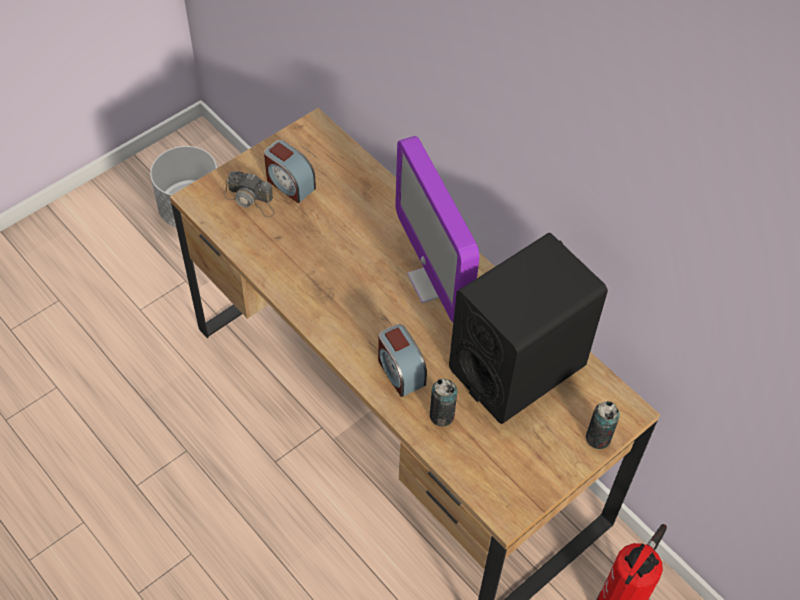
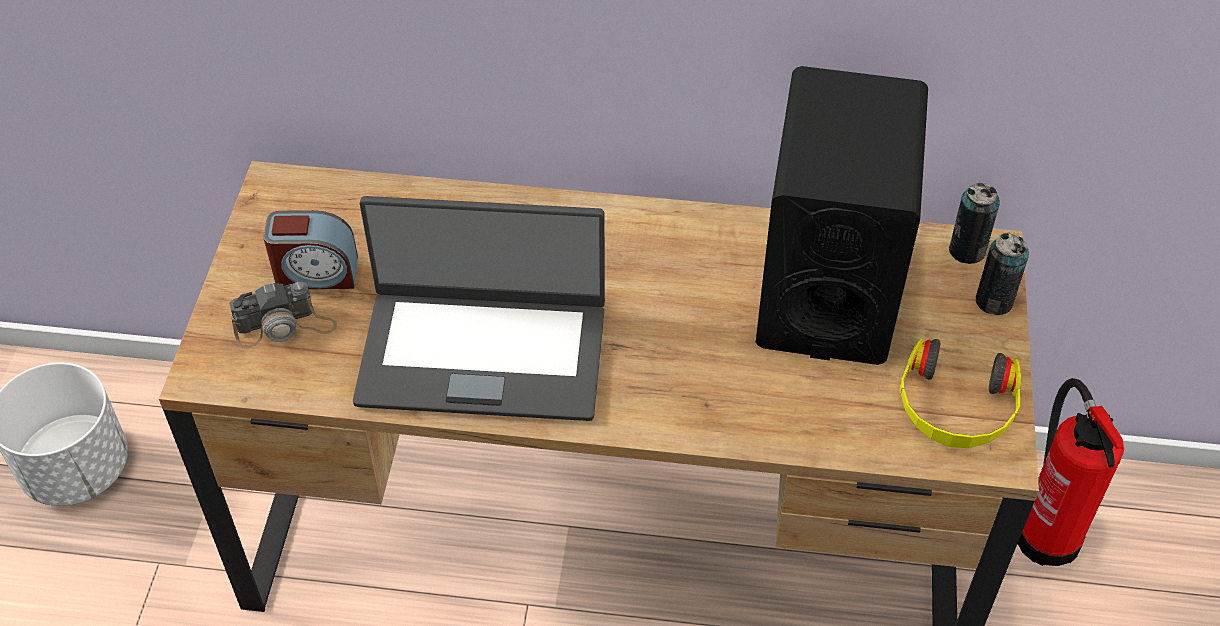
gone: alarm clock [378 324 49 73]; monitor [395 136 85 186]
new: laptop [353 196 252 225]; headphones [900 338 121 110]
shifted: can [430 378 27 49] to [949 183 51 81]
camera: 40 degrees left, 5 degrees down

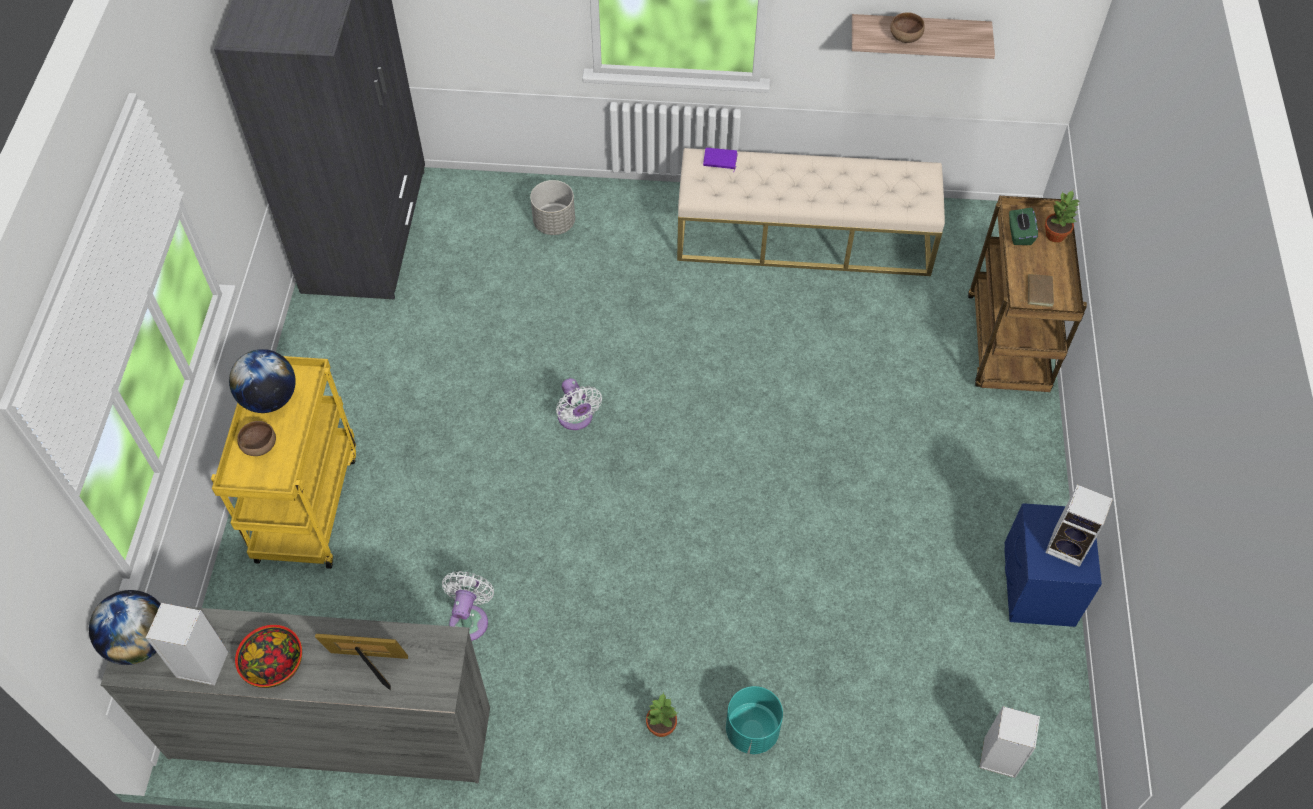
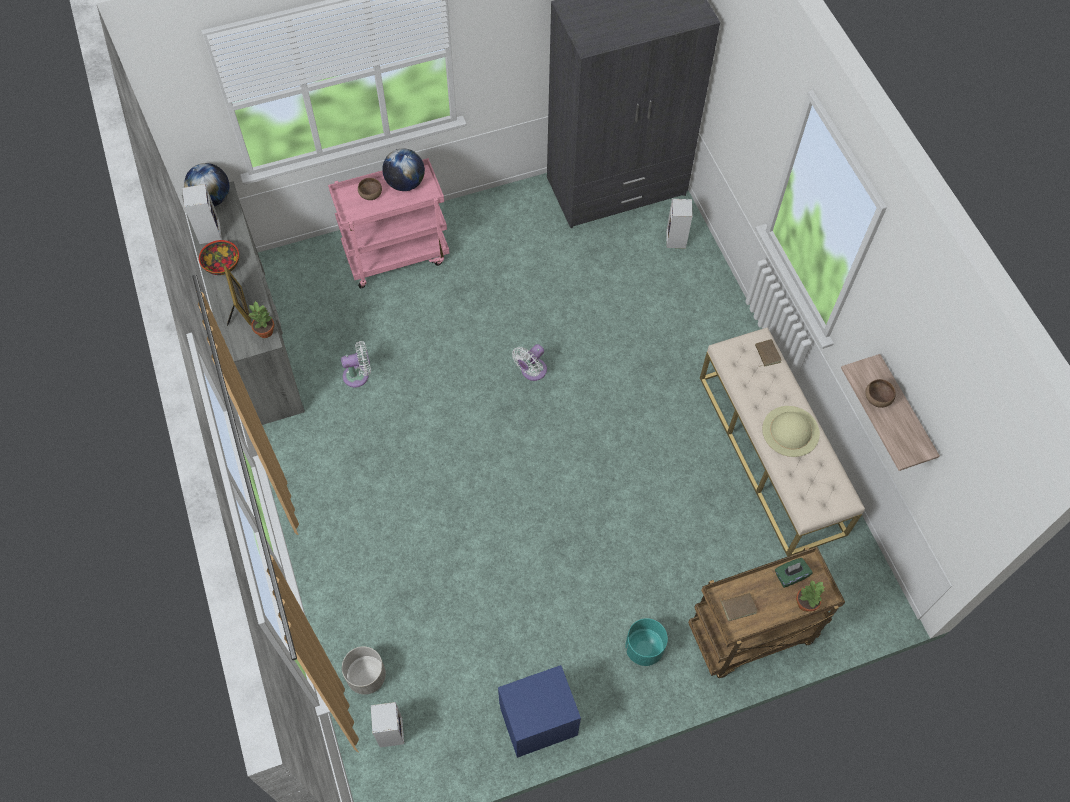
new: beige hat [762 406 58 51]
shifted: potted plant [646 693 33 44] to [249 301 25 37]; grey planter [530 180 45 55] to [342 646 44 49]; turquoise planter [726 686 57 68] to [625 618 43 48]; speaker [1045 485 68 82] to [666 199 27 50]
repainted: yellow cart [211 356 145 213] to pink cart [328 158 122 130]; purple book [703 148 35 25] to brown book [755 339 27 28]
camera: 65 degrees right, 5 degrees up

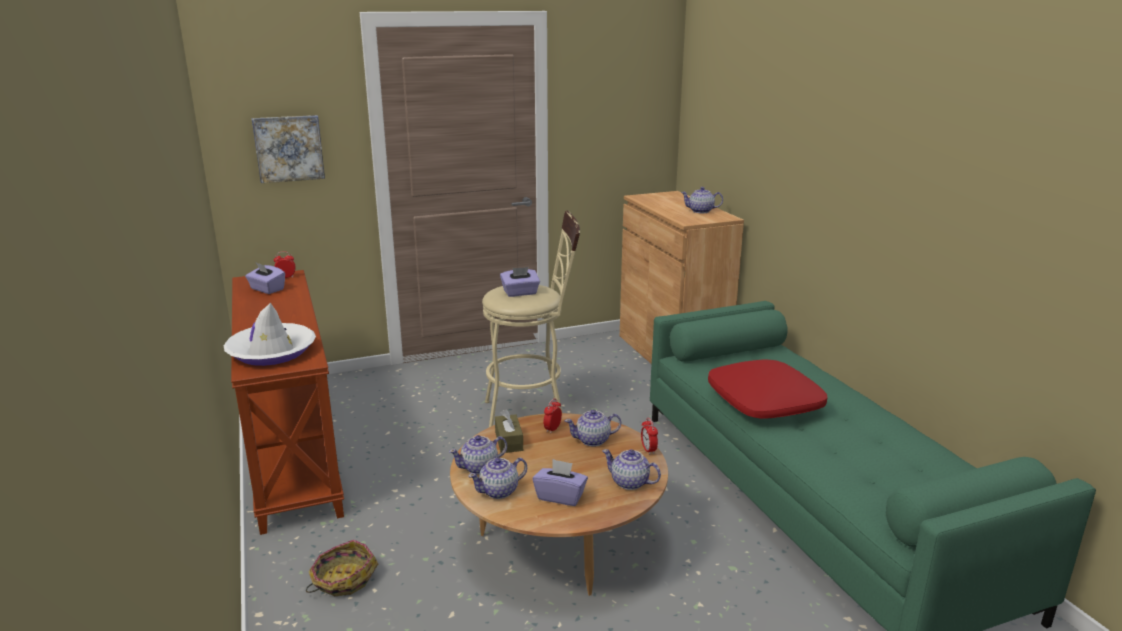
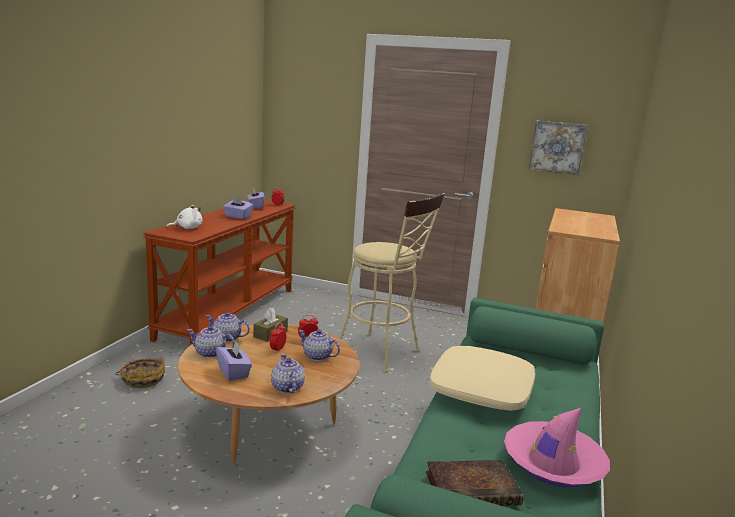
gone: teapot [681 187 42 26]
new: book [426 460 98 46]; pink hat [504 408 106 79]
shifted: purple tissue box [500 267 40 30] to [223 197 30 22]; alarm clock [641 418 17 37] to [270 323 16 30]; picture [252 115 73 68] to [529 121 58 54]
swapped: white hat [224 303 92 63] to white plush toy [166 205 36 24]
repainted: red pillow [708 359 119 60] to beige pillow [430 346 105 65]
camera: 40 degrees right, 5 degrees down

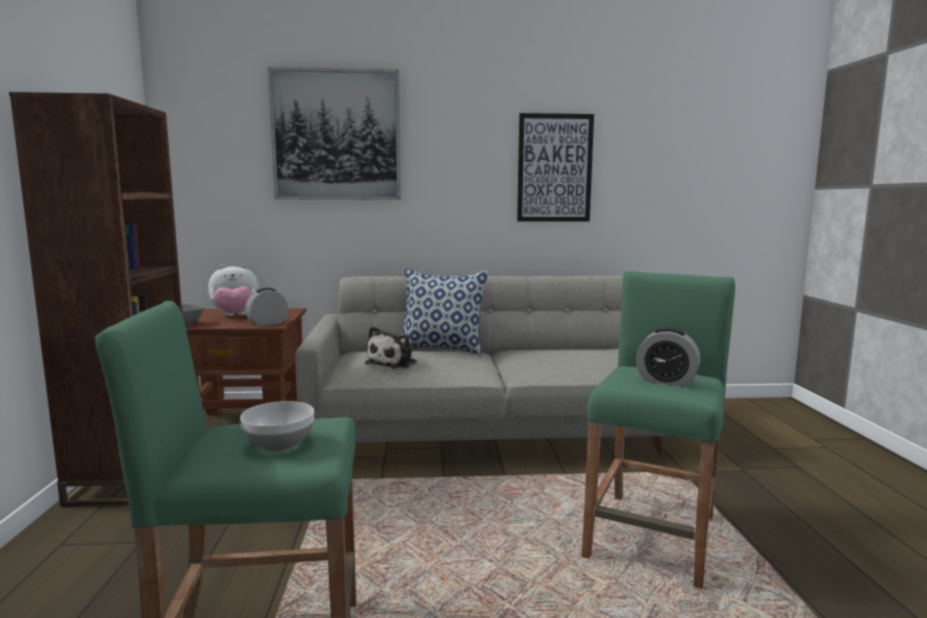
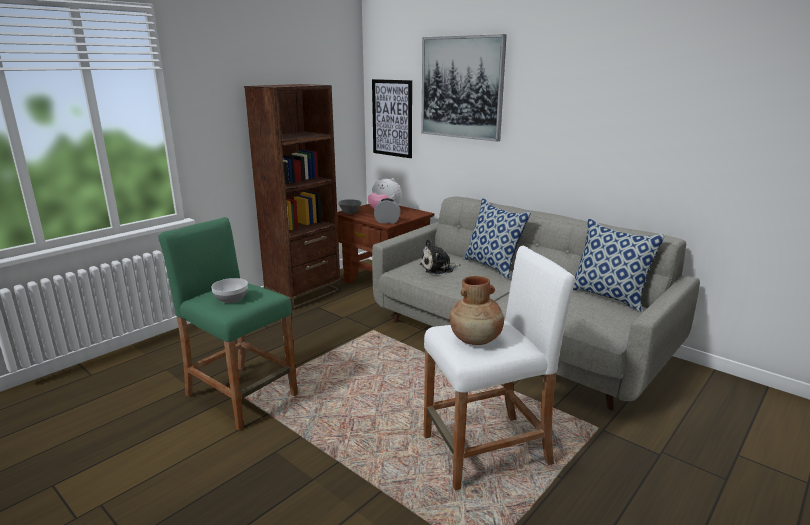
new: pillow [573 219 92 93]
shifted: picture [517 113 77 109] to [372 79 40 79]
swapped: alarm clock [636 327 64 60] to brown vase [450 276 54 69]
repainted: green stool [582 271 153 318] to white stool [424 246 151 245]
camera: 45 degrees right, 10 degrees up

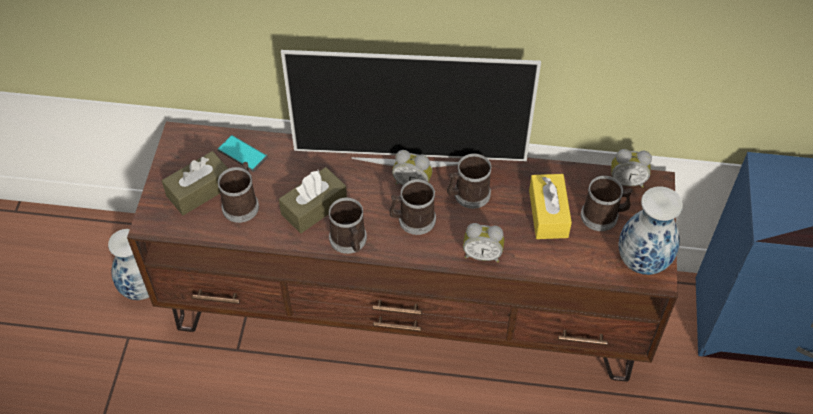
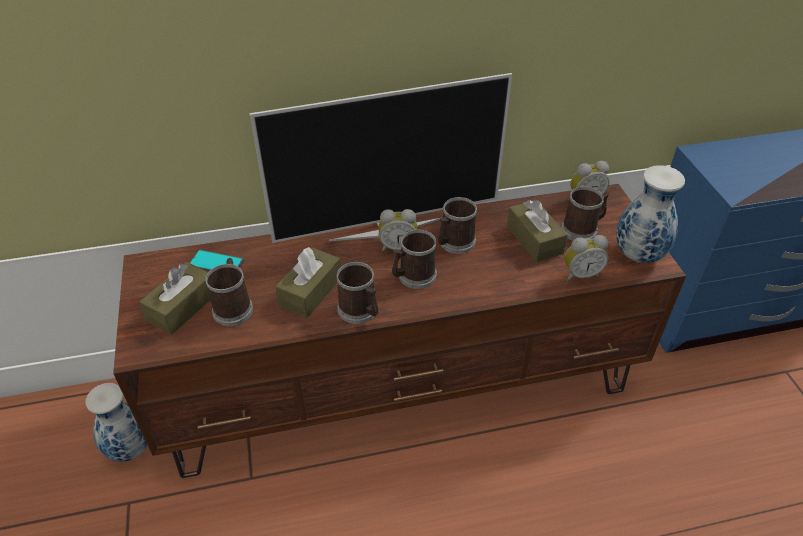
shifted: alarm clock [463 223 41 40] to [564 235 45 46]
repainted: yellow tissue box [529 174 43 65] to brown tissue box [507 200 61 63]
camera: 20 degrees left, 10 degrees down

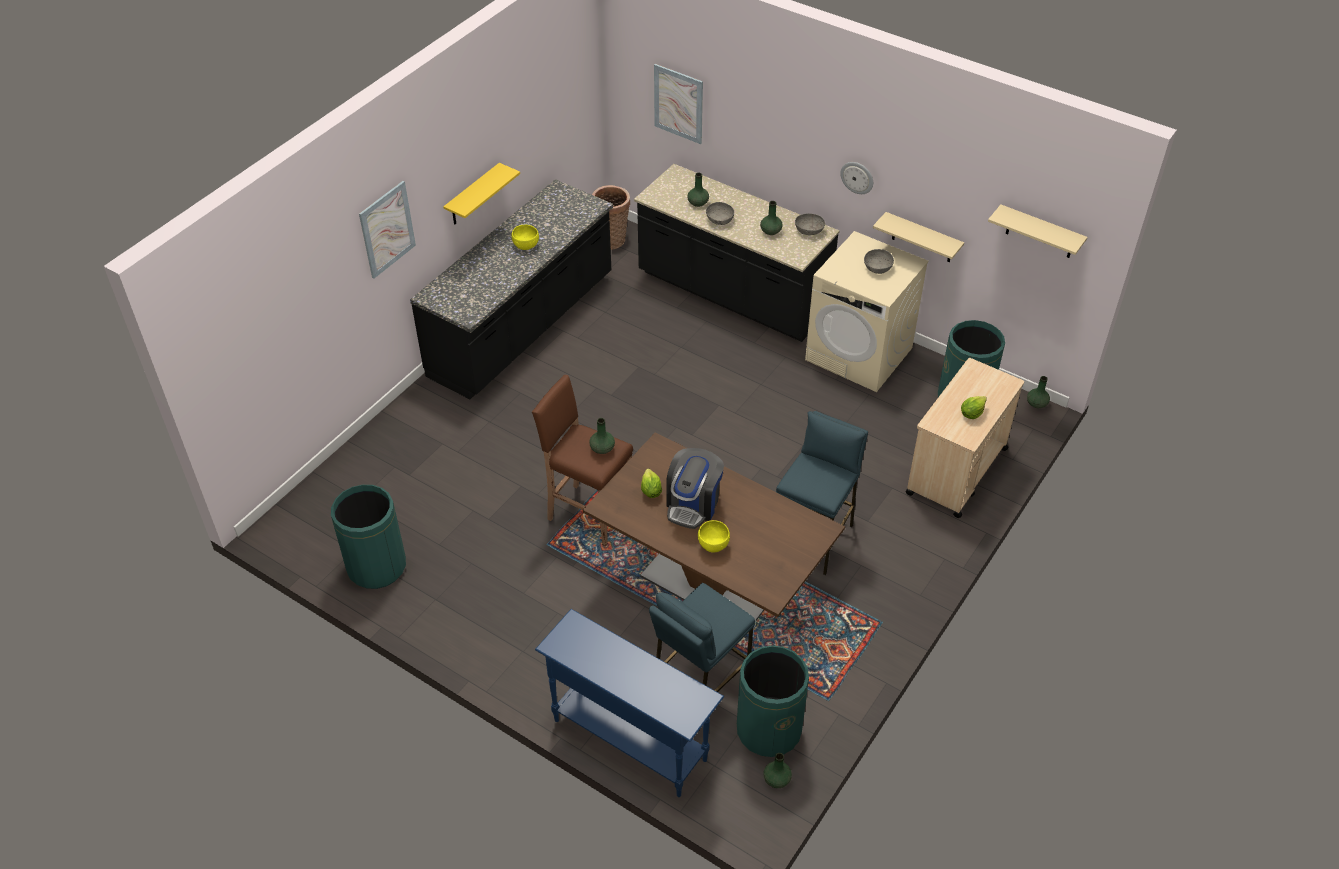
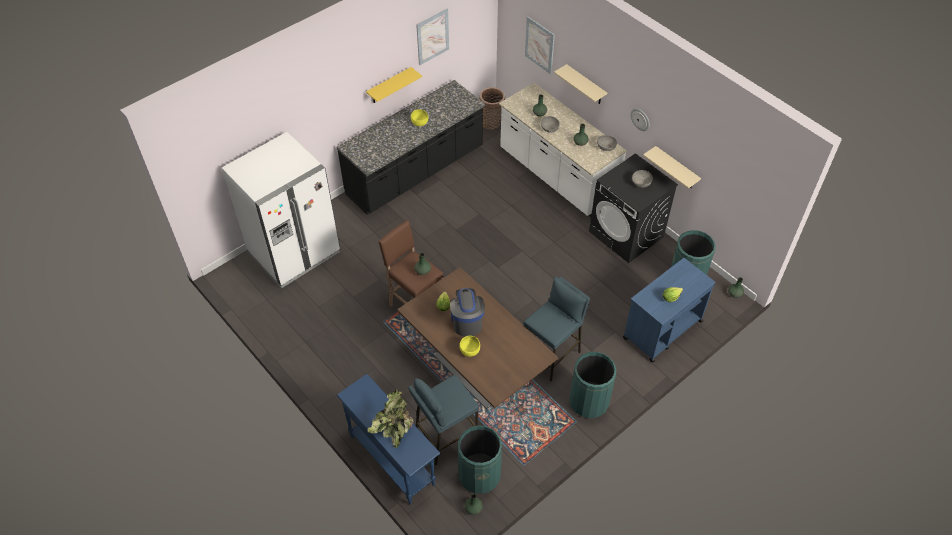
new: white fridge [222 132 118 156]; potted plant [368 389 45 59]
shifted: picture [359 181 57 98] to [416 9 33 56]; beige shelf [988 204 100 54] to [554 64 53 40]; green trash can [331 485 75 104] to [570 352 46 66]
repainted: black counter [634 164 206 178] to white counter [499 83 128 135]; beige washing machine [805 231 124 161] to black washing machine [589 153 89 110]; beige cart [906 358 119 160] to blue cart [623 258 92 104]
rotated: coffee machine [666 448 58 81] = [450 288 35 49] 135 degrees clockwise
camera: 15 degrees right, 5 degrees up

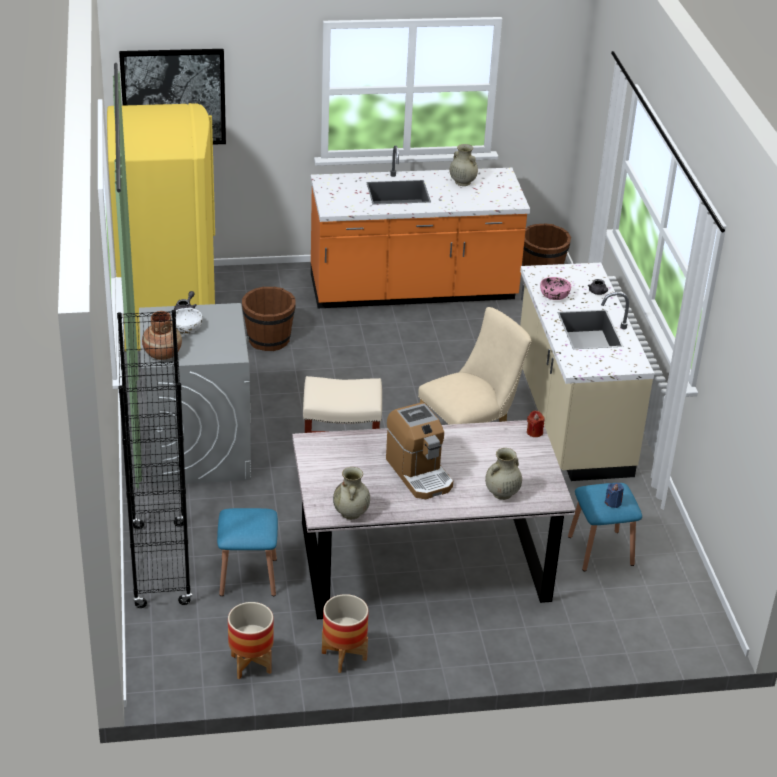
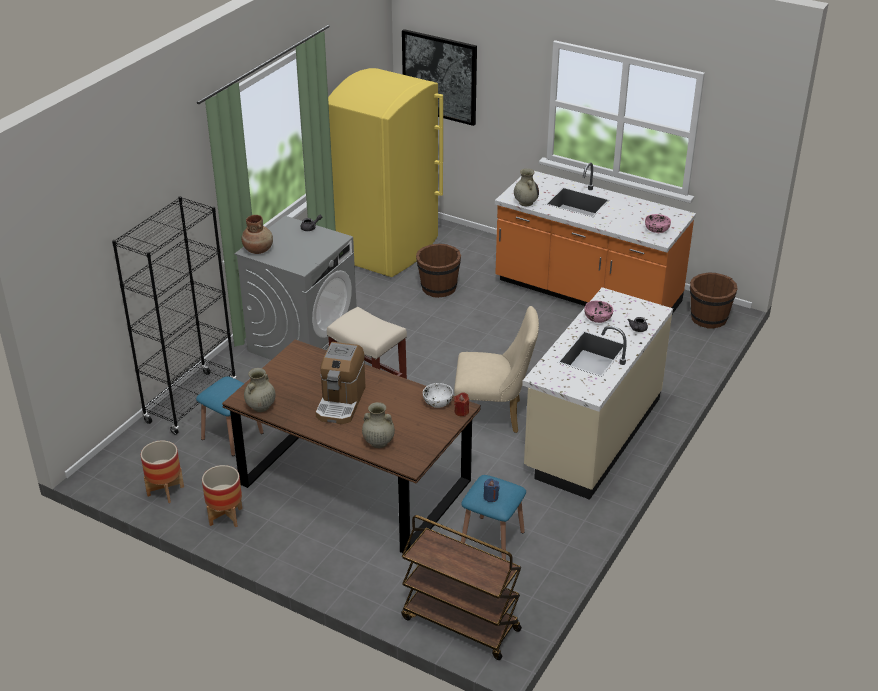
new: brown cart [401 515 121 145]; pink bowl [645 214 26 19]
shifted: white bowl [170 308 32 26] to [423 383 30 25]; beige vase [450 144 28 42] to [514 169 25 37]
repainted: grey dining table [292 420 283 199] to brown dining table [222 340 259 213]
camera: 40 degrees right, 0 degrees up

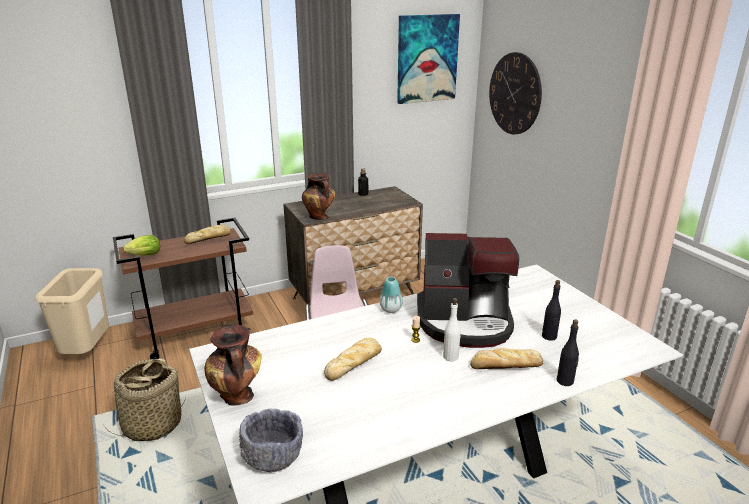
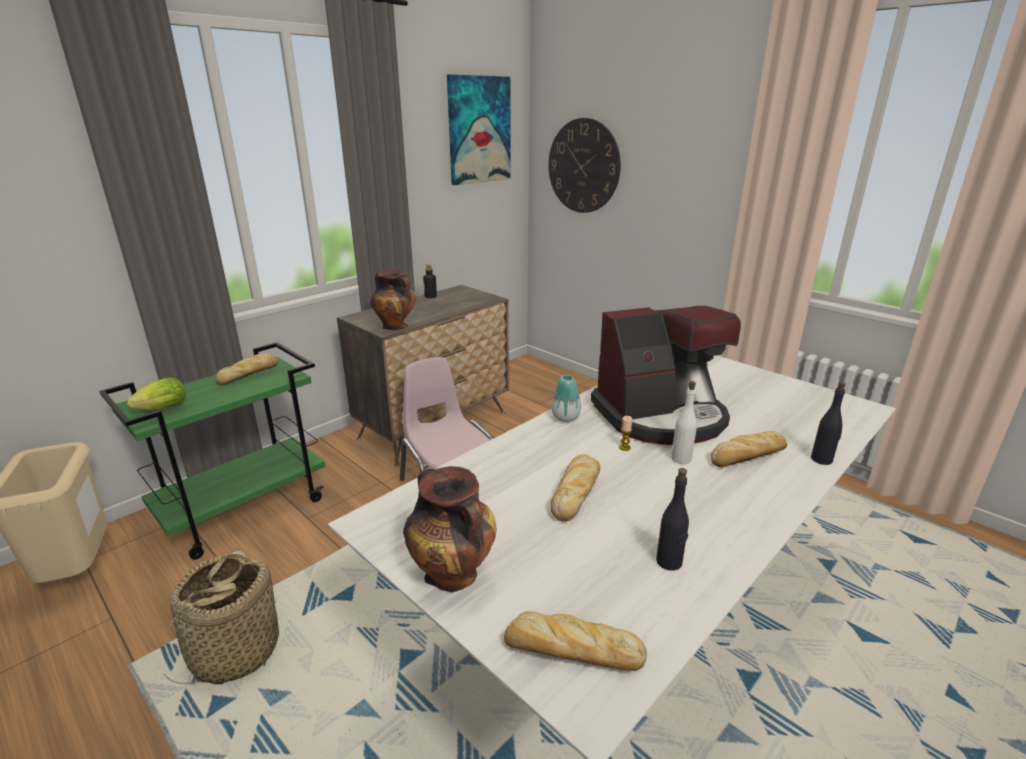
shifted: black bottle [542 280 19 61] to [656 468 33 103]
swapped: grey bowl [239 409 64 63] to bread [504 611 143 60]
repainted: brown cart [113 218 140 141] to green cart [99 342 226 218]
camera: 20 degrees left, 0 degrees up

